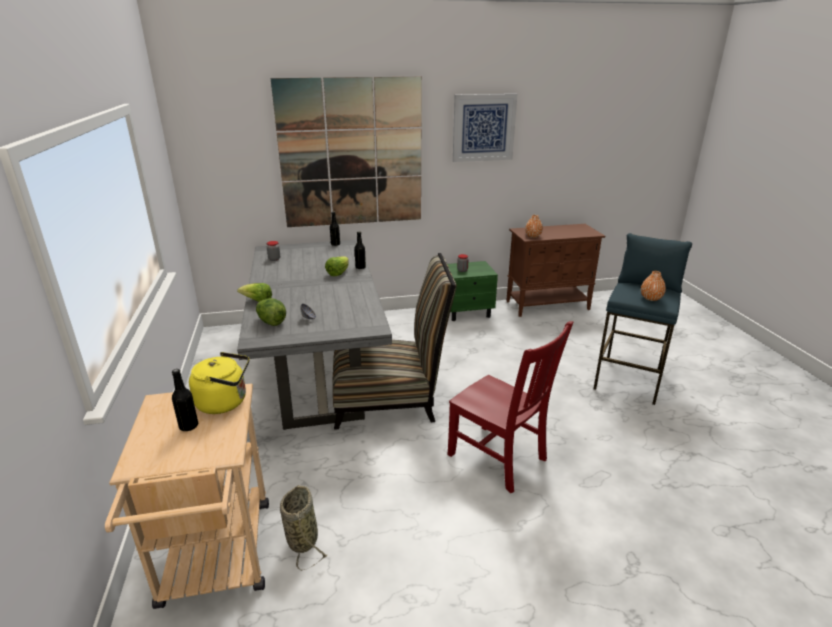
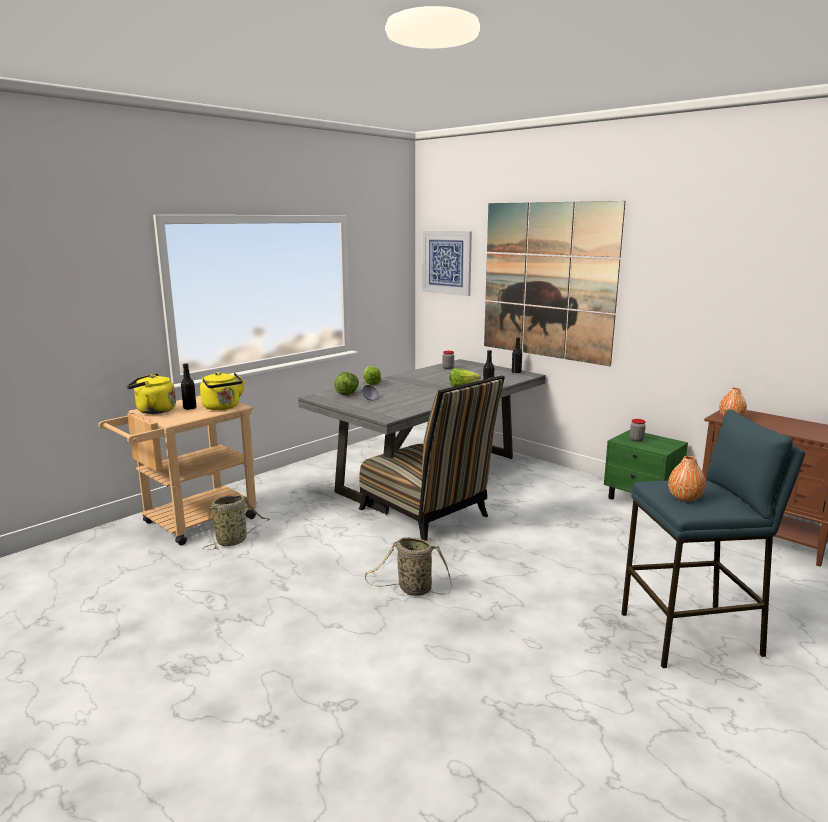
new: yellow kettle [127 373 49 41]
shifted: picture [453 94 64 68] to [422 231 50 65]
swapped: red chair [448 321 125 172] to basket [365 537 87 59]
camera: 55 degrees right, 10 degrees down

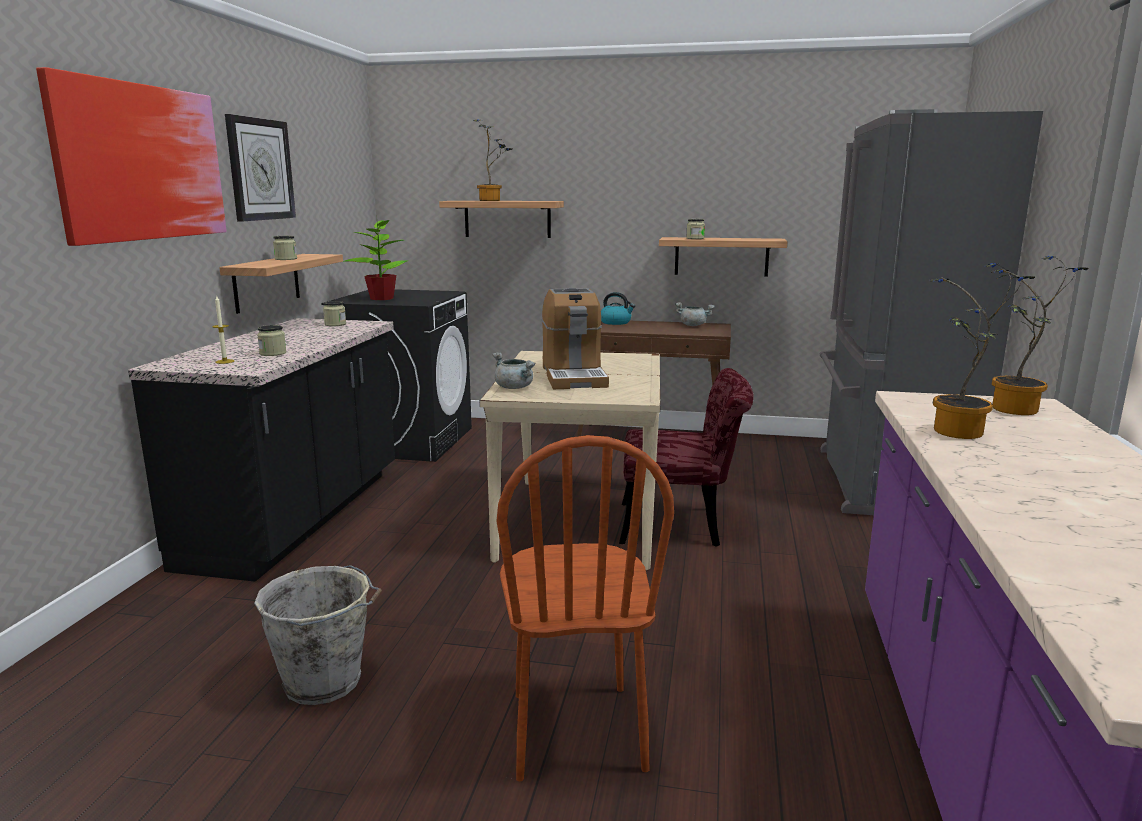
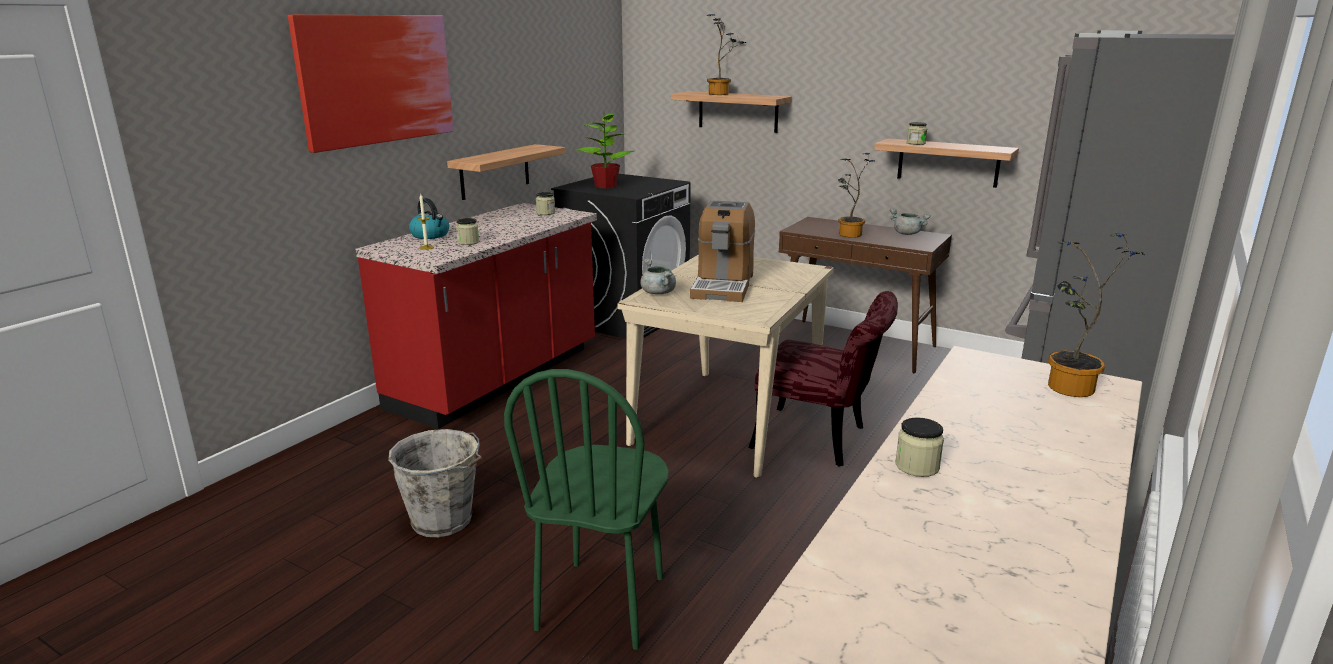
gone: wall clock [225 114 71 107]
shifted: kettle [601 292 34 33] to [409 198 40 41]; potted plant [930 263 105 176] to [838 153 36 85]; jar [273 236 24 24] to [895 417 49 60]
repainted: black counter [128 318 267 264] to red counter [355 203 242 226]; brown chair [497 435 177 346] to green chair [504 369 165 281]
camera: 20 degrees right, 5 degrees up

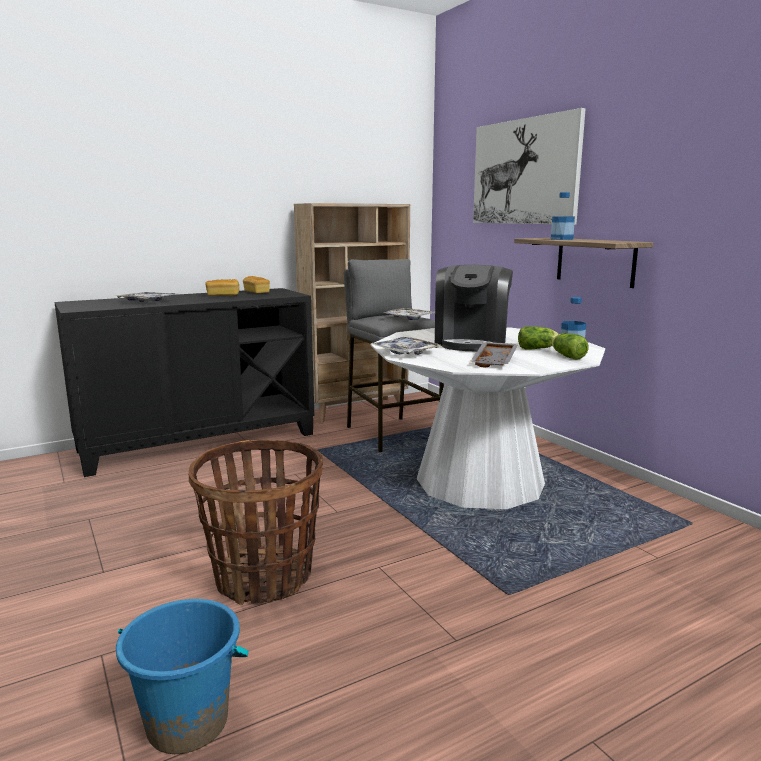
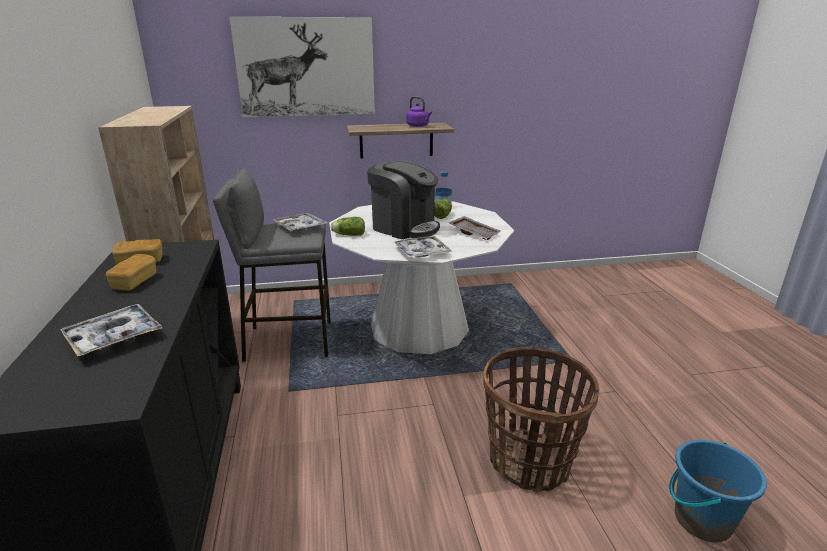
gone: bottle [551 192 24 48]
new: purple kettle [406 96 26 31]
shifted: lettuce [552 333 37 27] to [331 217 34 19]
camera: 70 degrees left, 10 degrees up

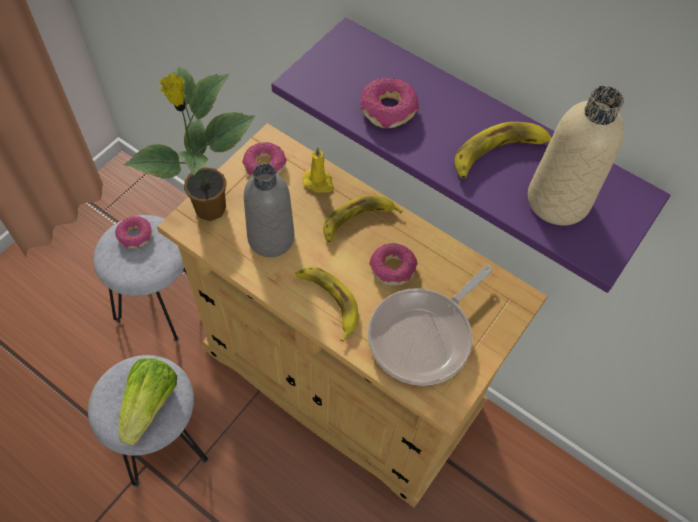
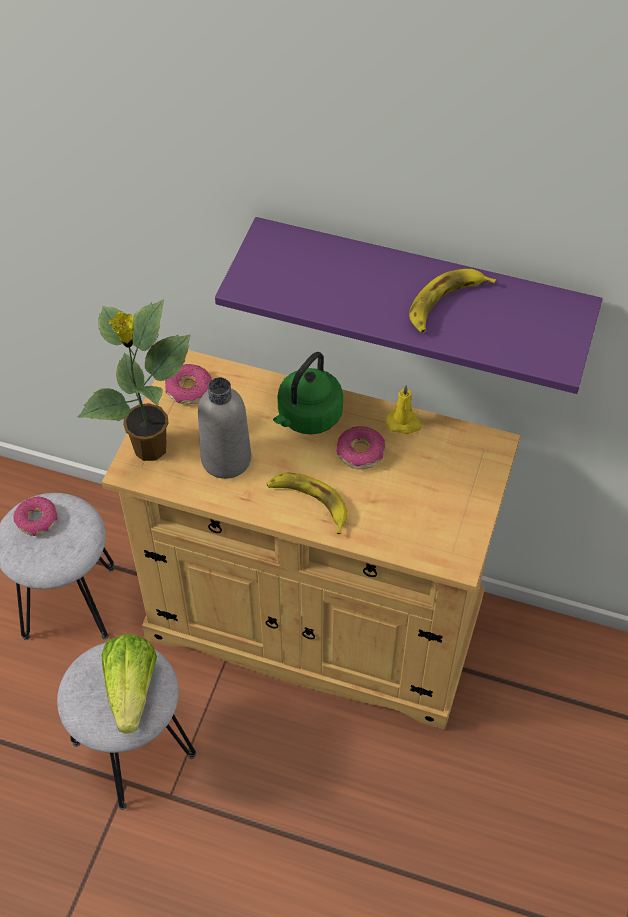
gone: donut [361 78 58 51]; frying pan [368 265 125 121]; beige bottle [528 86 97 140]
shifted: yellow candle [302 147 32 46] to [385 385 37 49]
swapped: banana [323 196 80 46] to green kettle [273 352 70 83]
camera: 15 degrees left, 5 degrees down

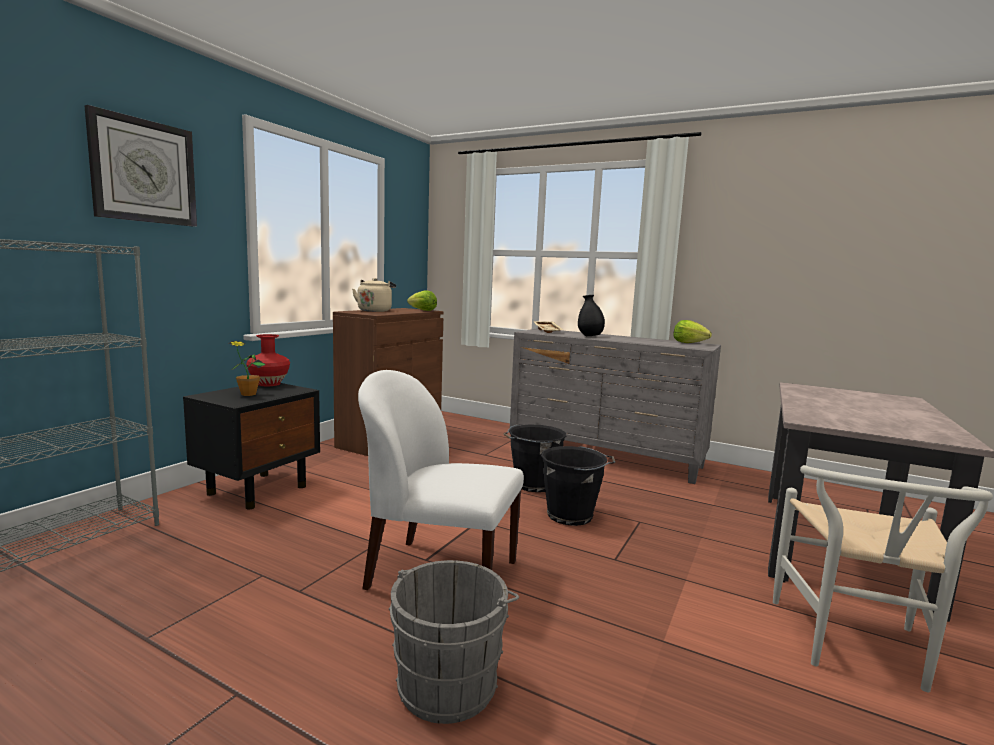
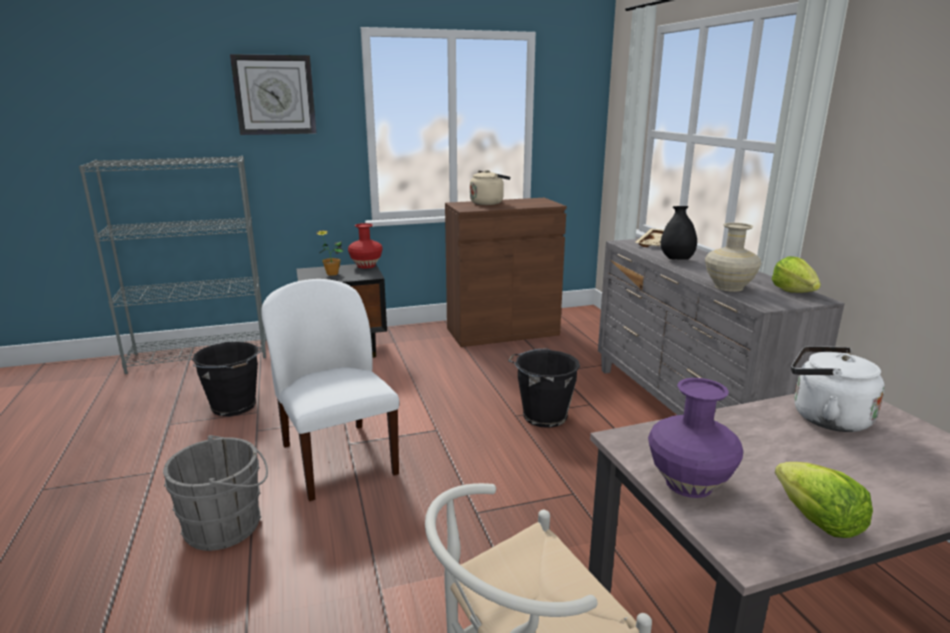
new: purple vase [648 378 95 120]; beige vase [705 223 57 69]; white kettle [791 346 94 86]
shifted: black bucket [541 446 75 80] to [192 342 69 74]; lettuce [407 290 30 21] to [775 462 98 76]
camera: 45 degrees right, 10 degrees up

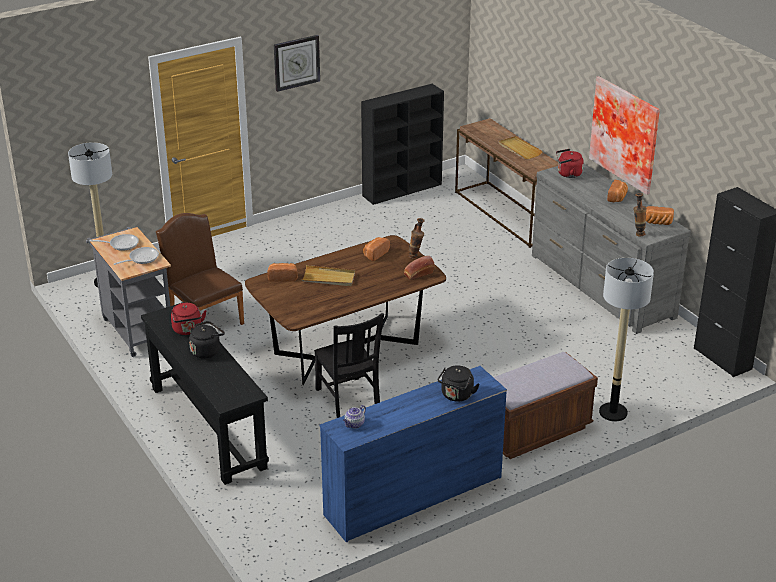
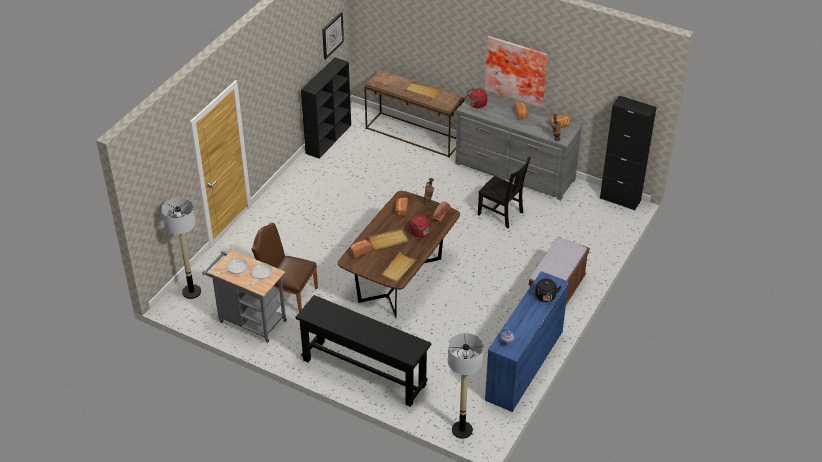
gone: black kettle [189 321 36 38]
new: beige tray [381 252 36 30]
shifted: wall clock [274 35 46 57] to [322 12 22 47]; red kettle [171 303 35 32] to [410 215 24 22]; floor lamp [599 258 55 163] to [448 333 36 106]; black chair [314 313 70 105] to [478 156 53 72]
camera: 30 degrees left, 10 degrees up

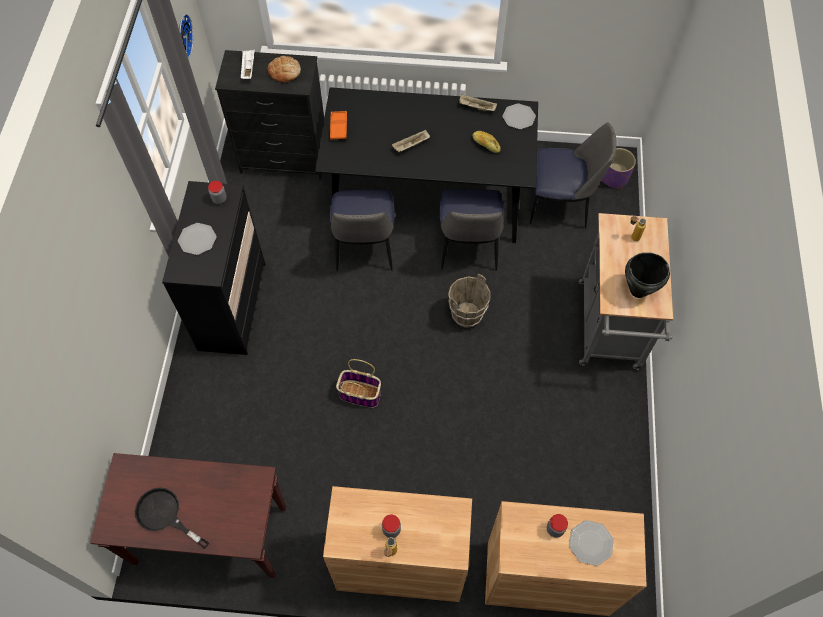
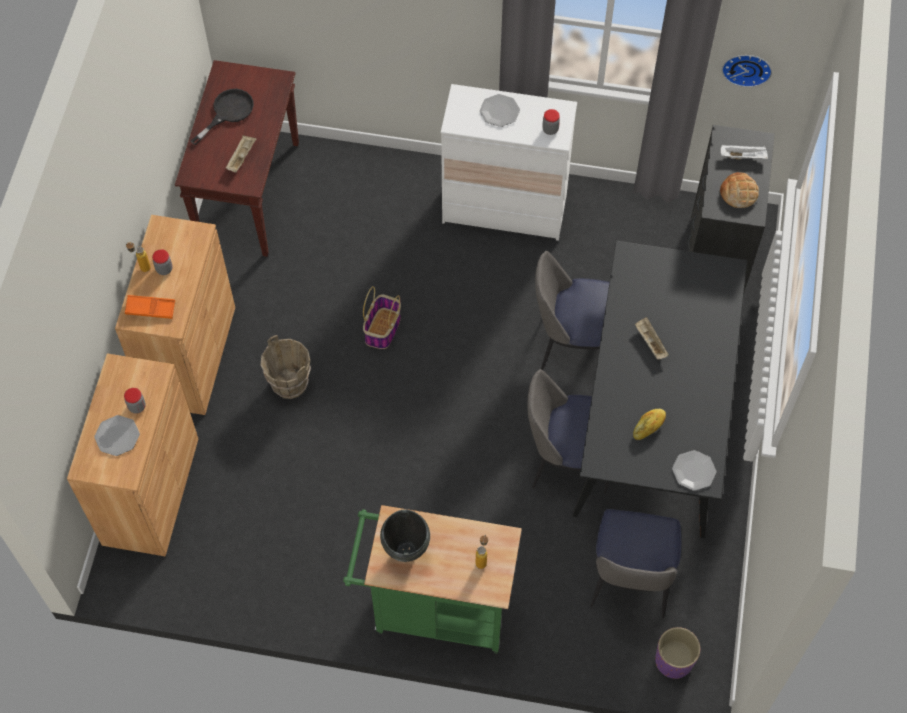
shifted: orange tray [330 111 17 28] to [125 295 50 24]; beige tray [459 94 38 17] to [226 135 31 38]; brown bucket [448 274 42 54] to [261 335 50 64]
repainted: grey cart [579 213 94 157] to green cart [343 505 179 148]; black dresser [162 181 103 174] to white dresser [441 84 136 157]
camera: 95 degrees right, 0 degrees up

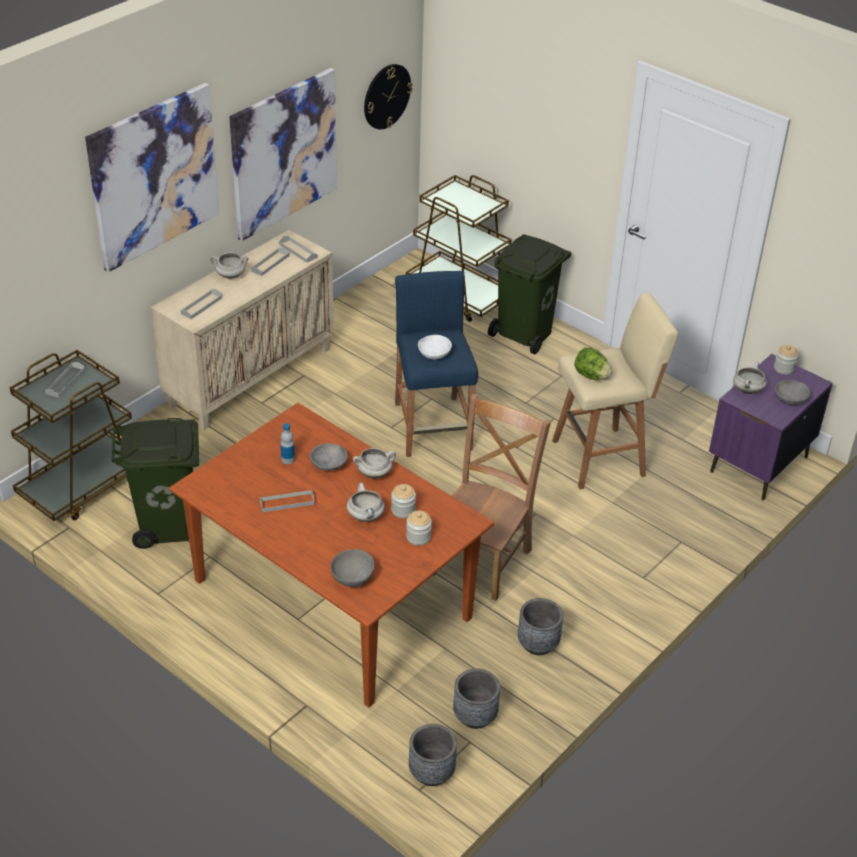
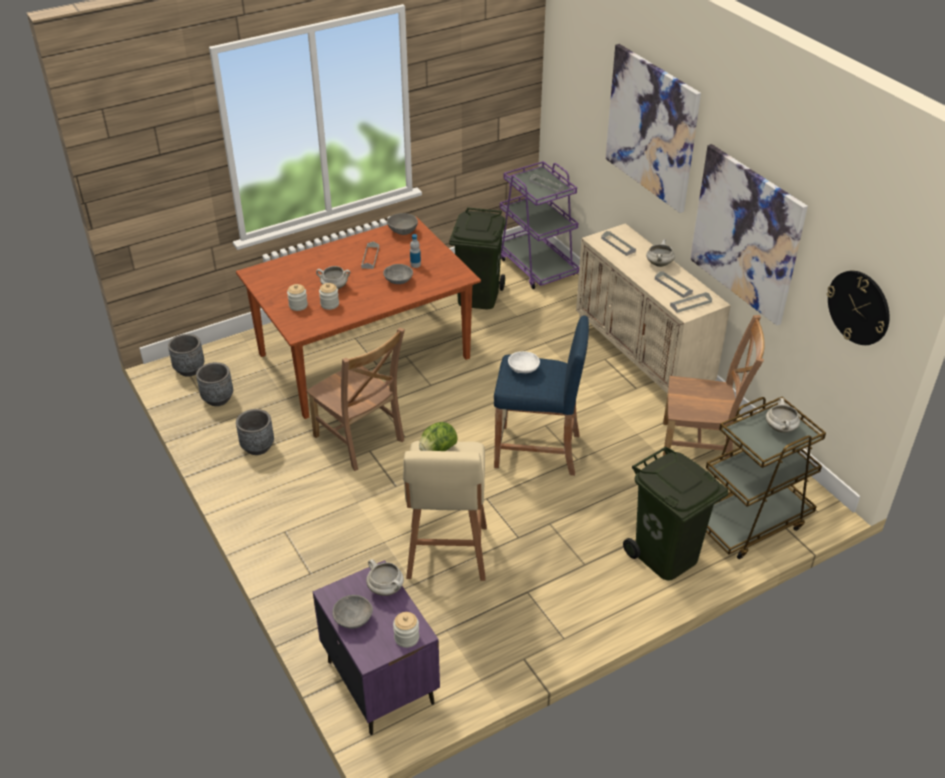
new: brown chair [663 315 102 143]
shifted: grey bowl [330 549 45 38] to [387 213 31 22]; white cooking pot [353 448 43 31] to [766 398 34 35]
repainted: brown cart [10 350 122 171] to purple cart [500 161 79 128]
camera: 110 degrees right, 0 degrees up

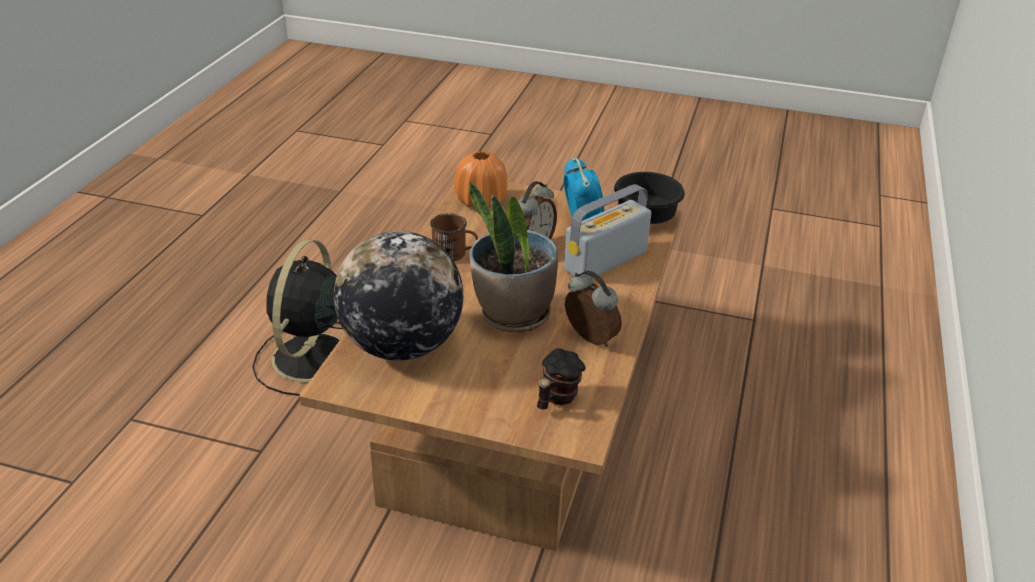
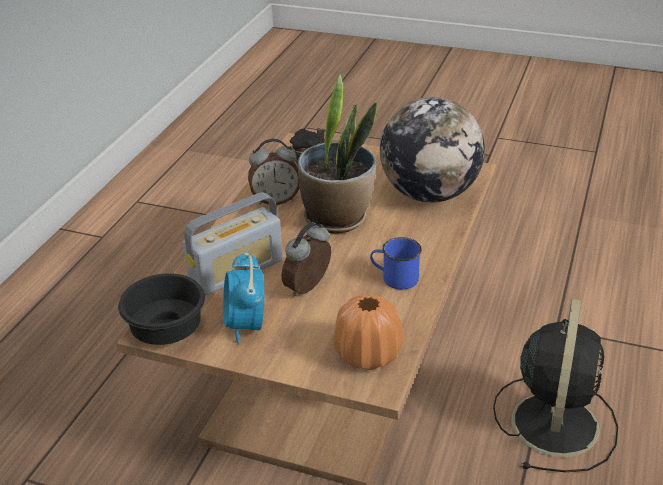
repainted: brown mug [430 213 48 48] to blue mug [370 237 52 53]
rotated: alarm clock [565 270 57 77] = [248 139 51 66] 60 degrees counterclockwise
camera: 175 degrees left, 0 degrees up

